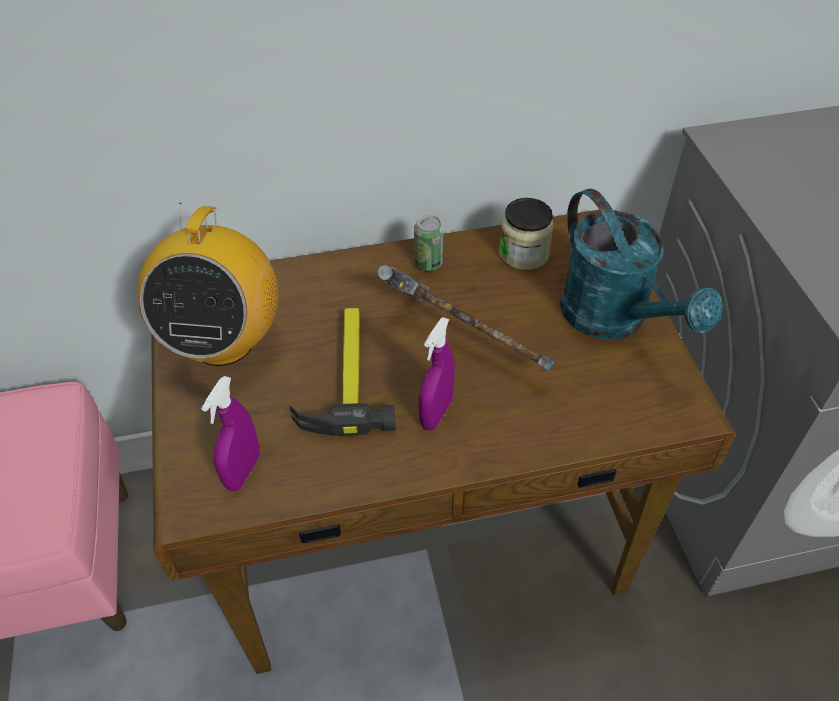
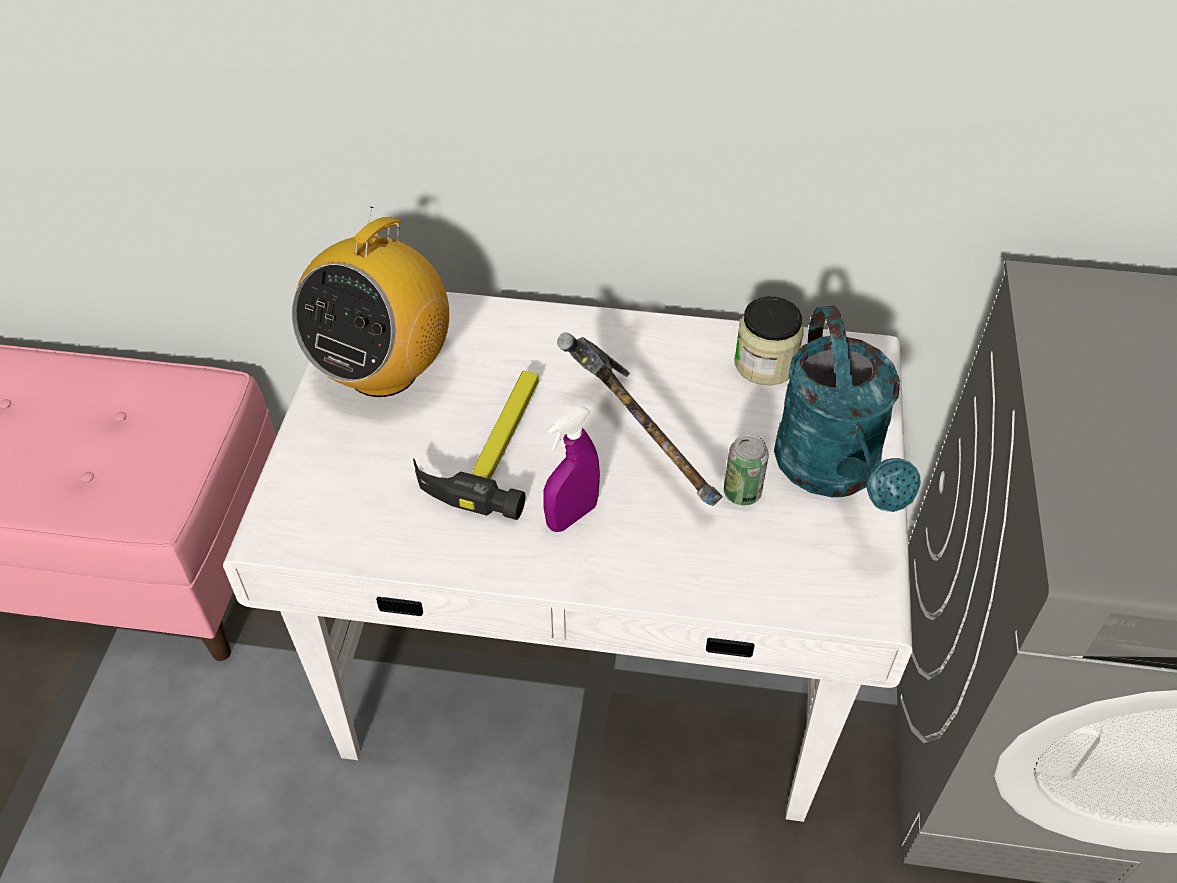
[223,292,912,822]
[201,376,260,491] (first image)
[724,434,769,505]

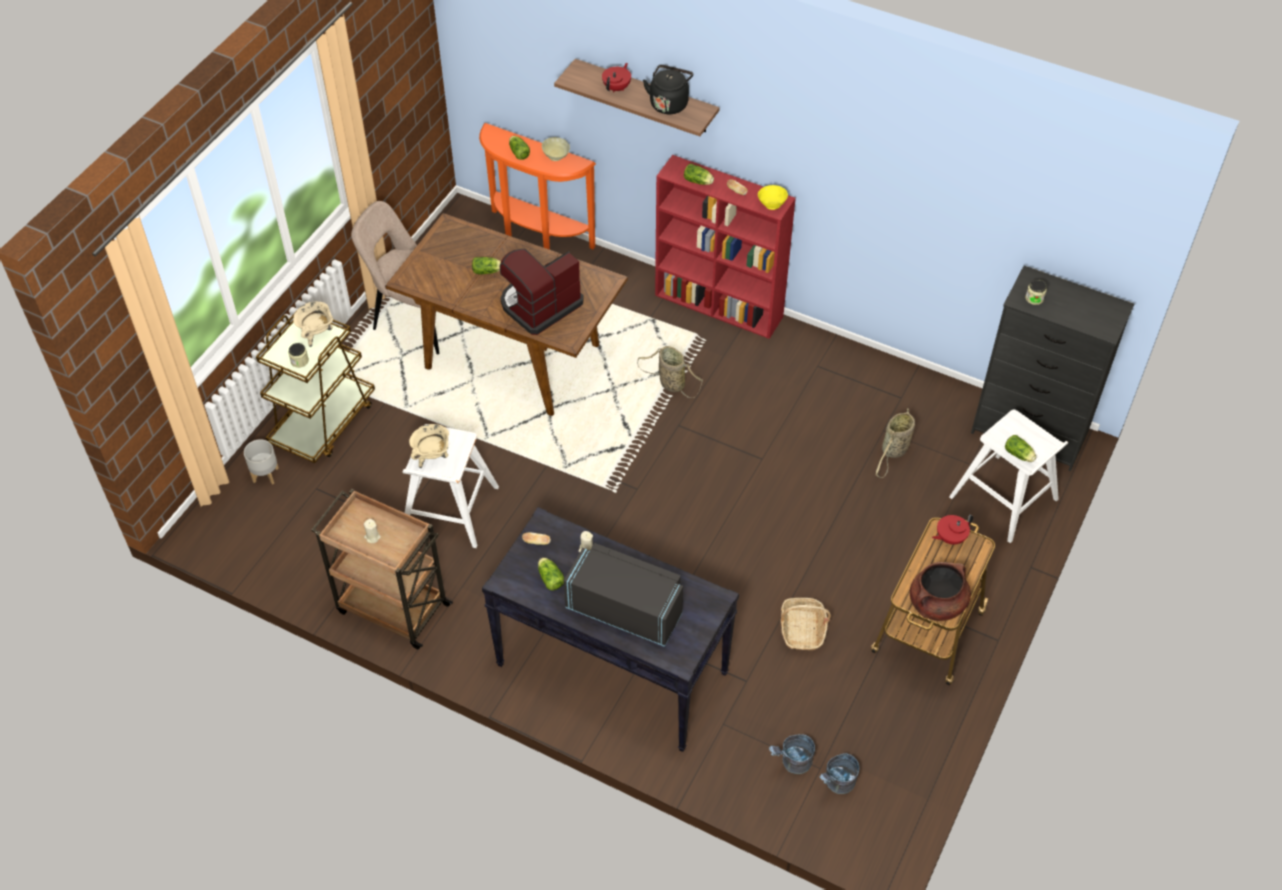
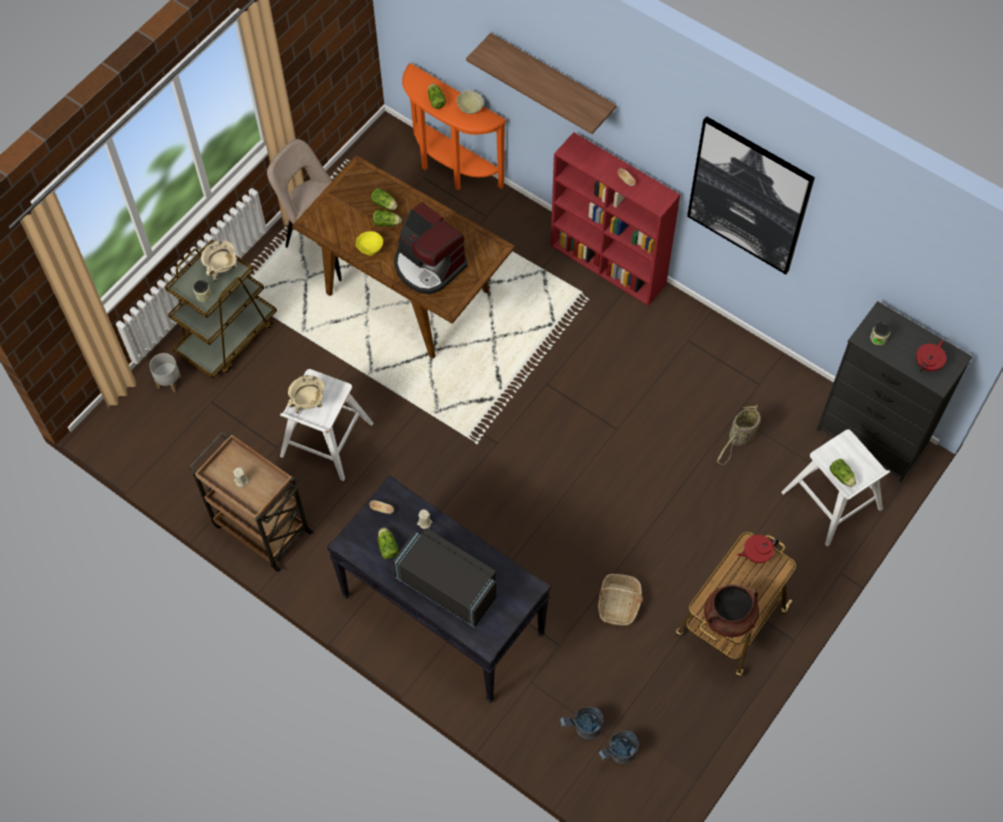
[394,201,467,294]
[916,340,946,372]
[637,346,703,398] (first image)
[643,65,693,114] (first image)
[371,188,397,210]
[356,231,383,256]
[687,116,815,275]

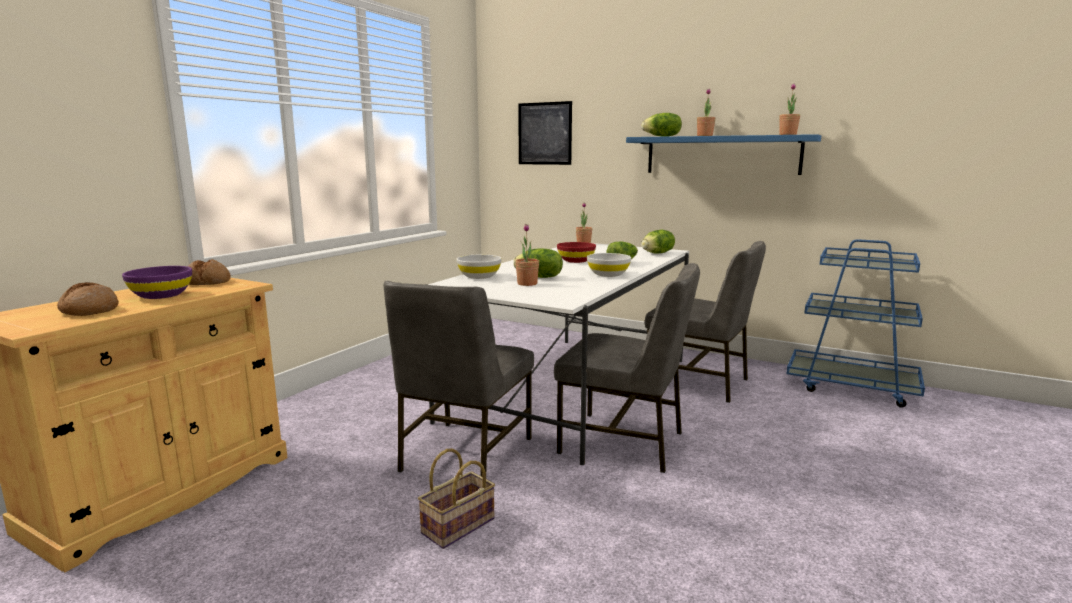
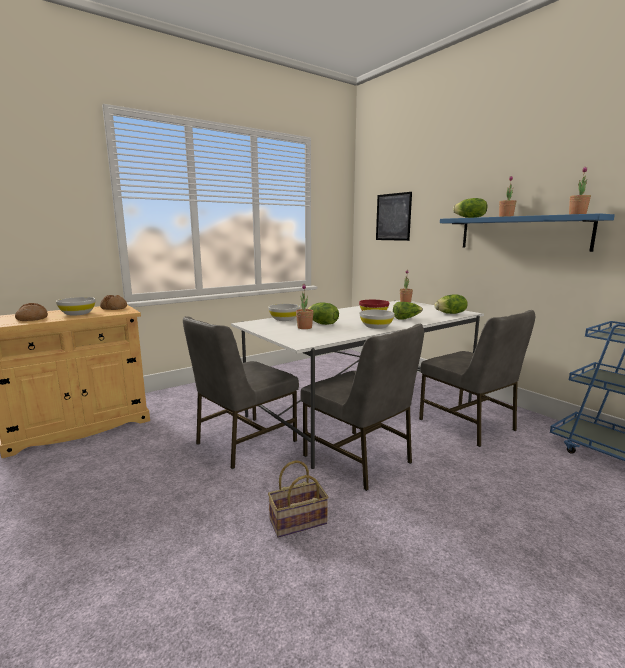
[56,297,95,316]
[268,460,329,538]

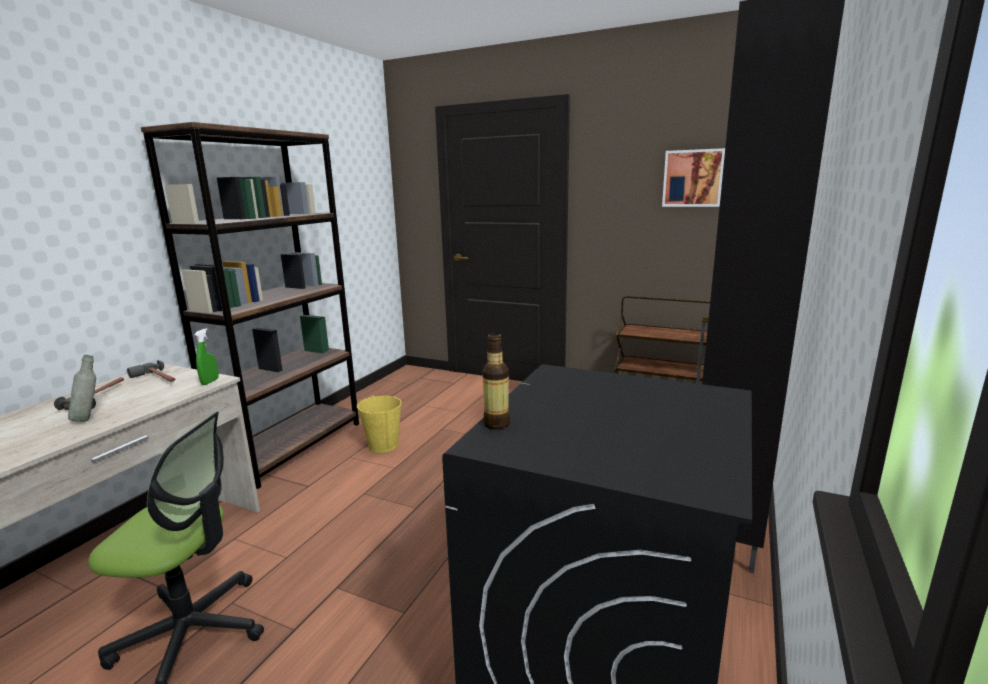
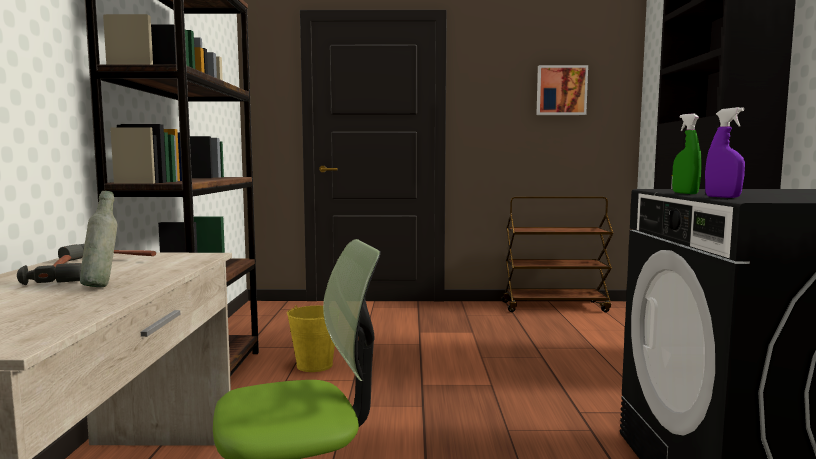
[672,113,702,194]
[705,107,745,198]

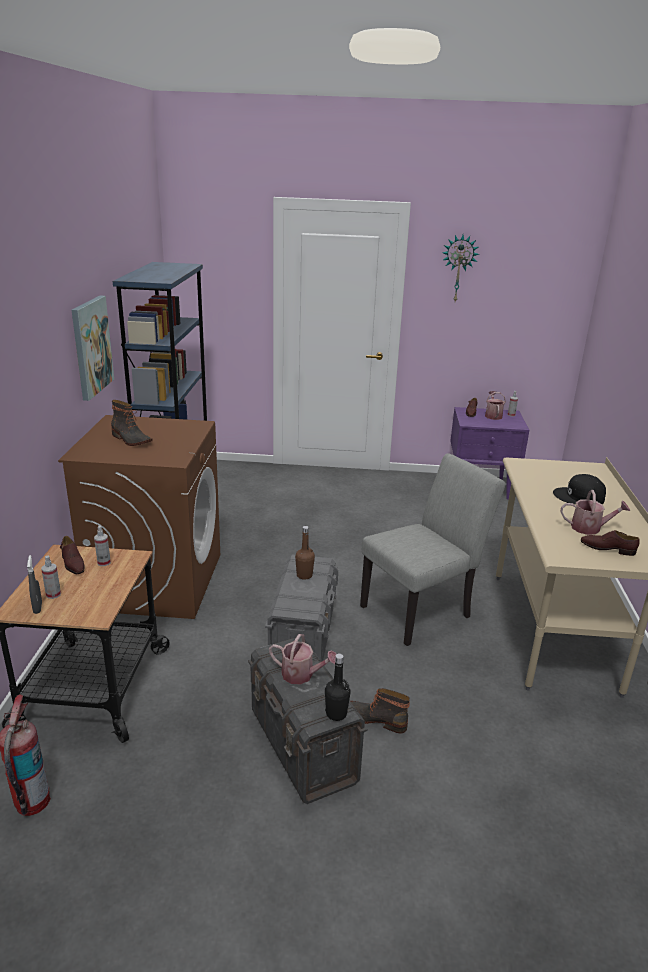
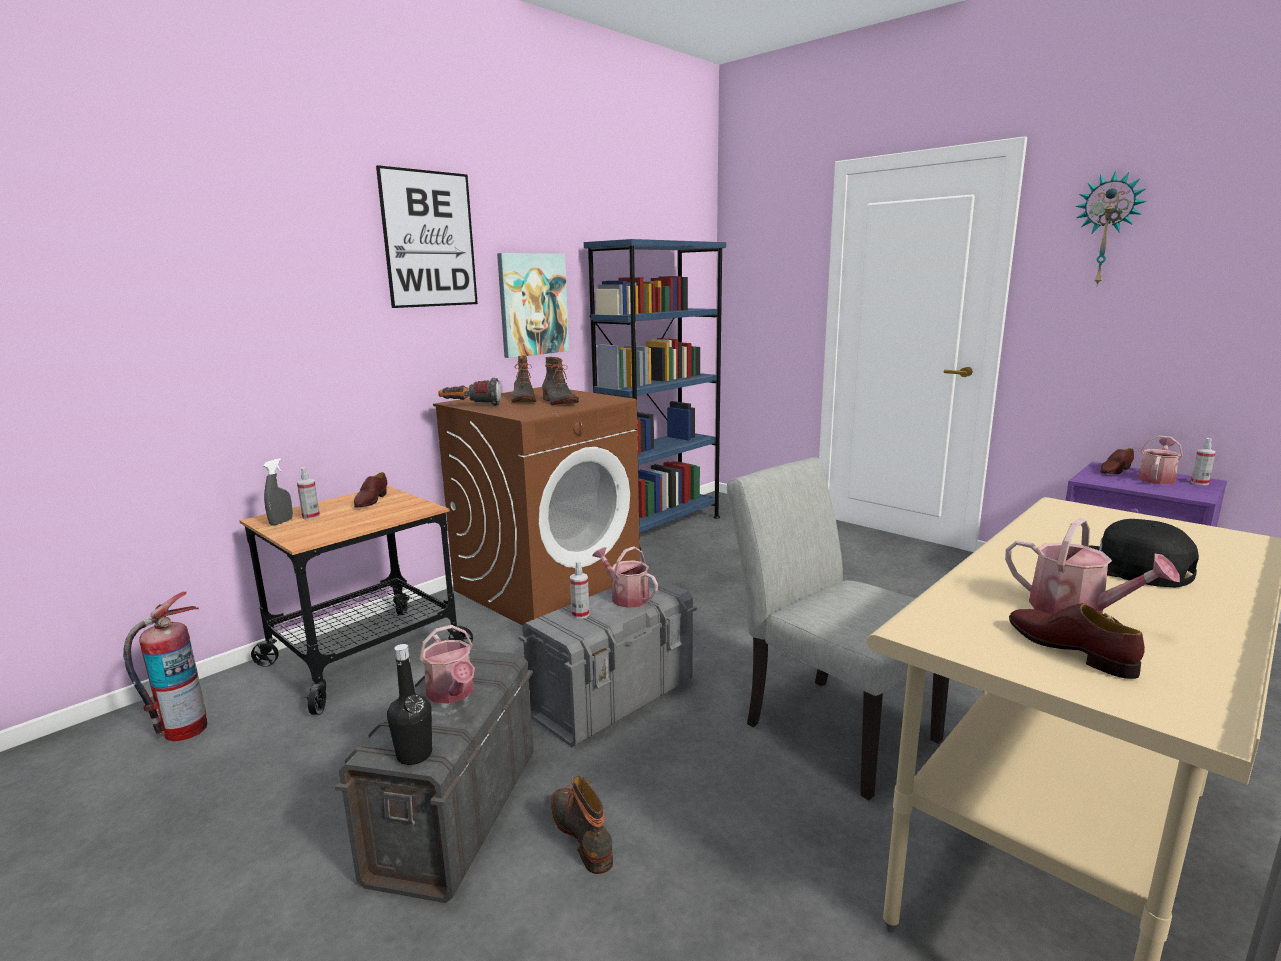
[570,561,589,619]
[593,546,658,608]
[727,457,949,801]
[376,165,478,308]
[438,378,501,406]
[542,357,579,405]

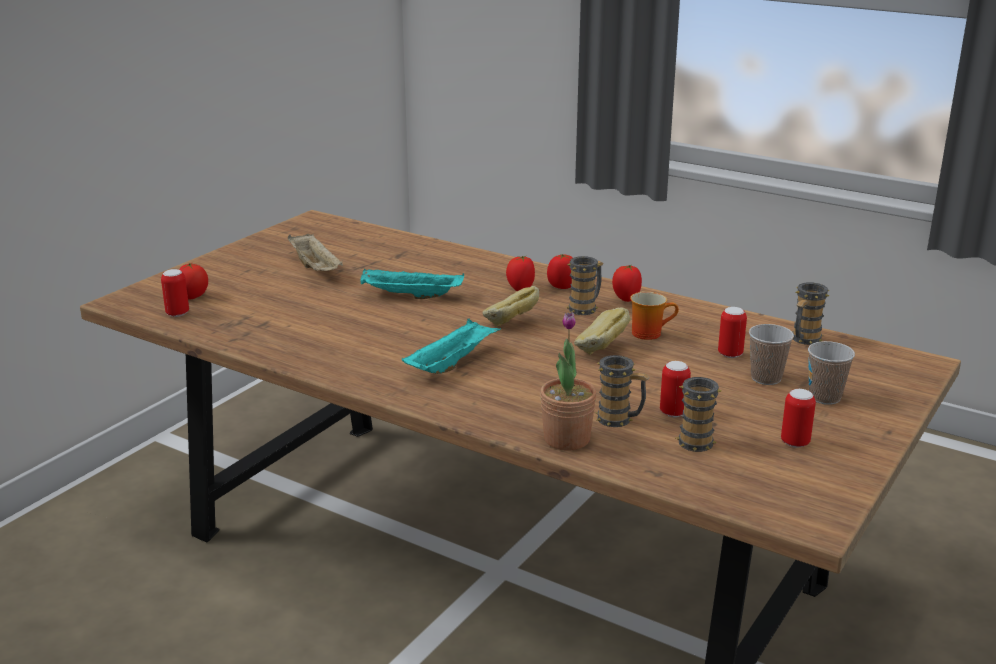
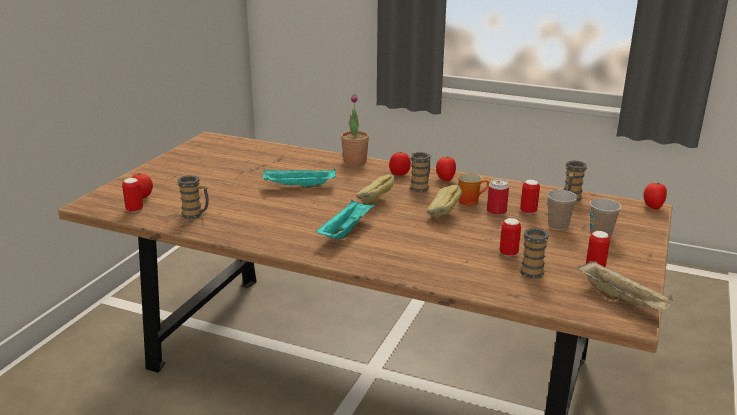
[577,261,673,311]
[644,183,667,209]
[341,94,369,166]
[177,175,209,219]
[487,179,509,215]

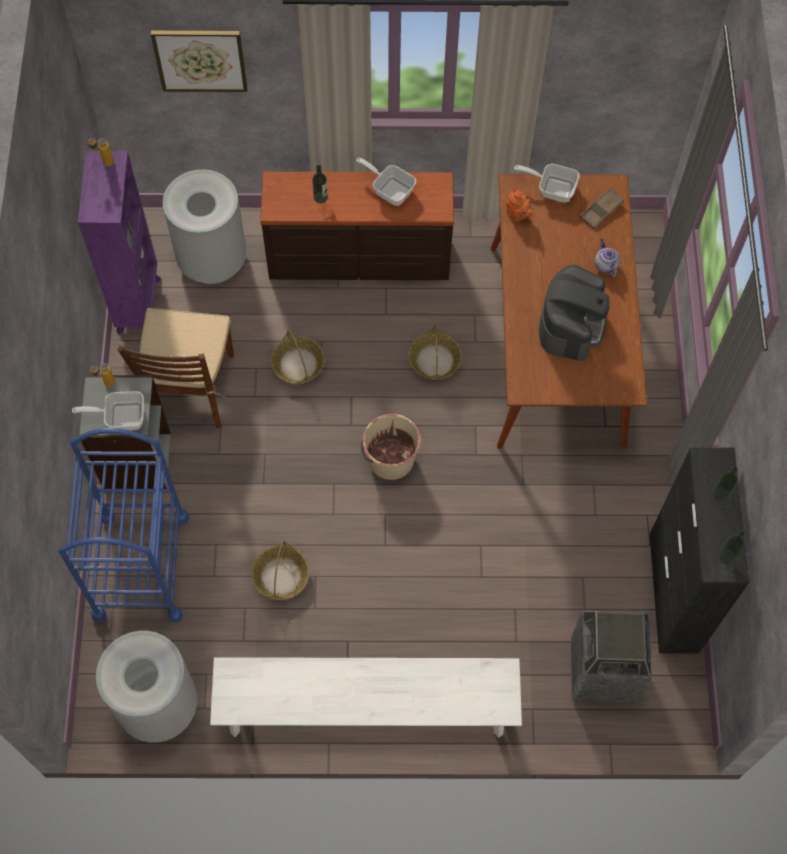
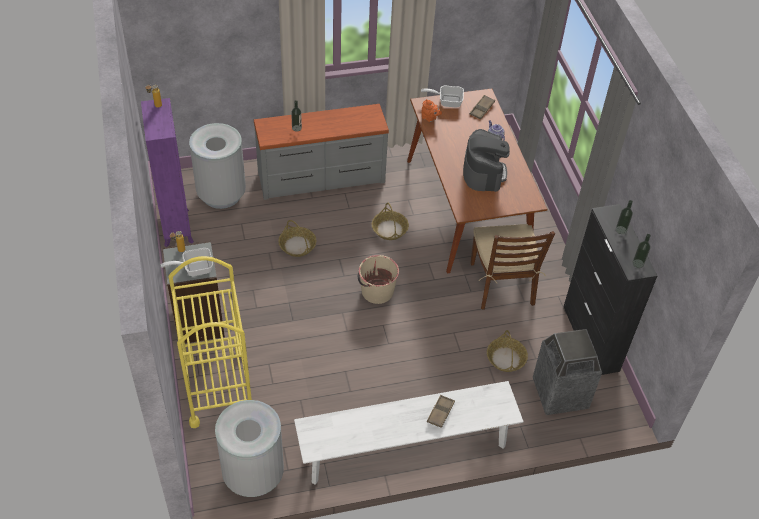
[169,256,252,428]
[471,224,555,310]
[151,31,247,92] (first image)
[487,330,528,372]
[254,104,389,200]
[356,158,416,206] (first image)
[427,395,455,428]

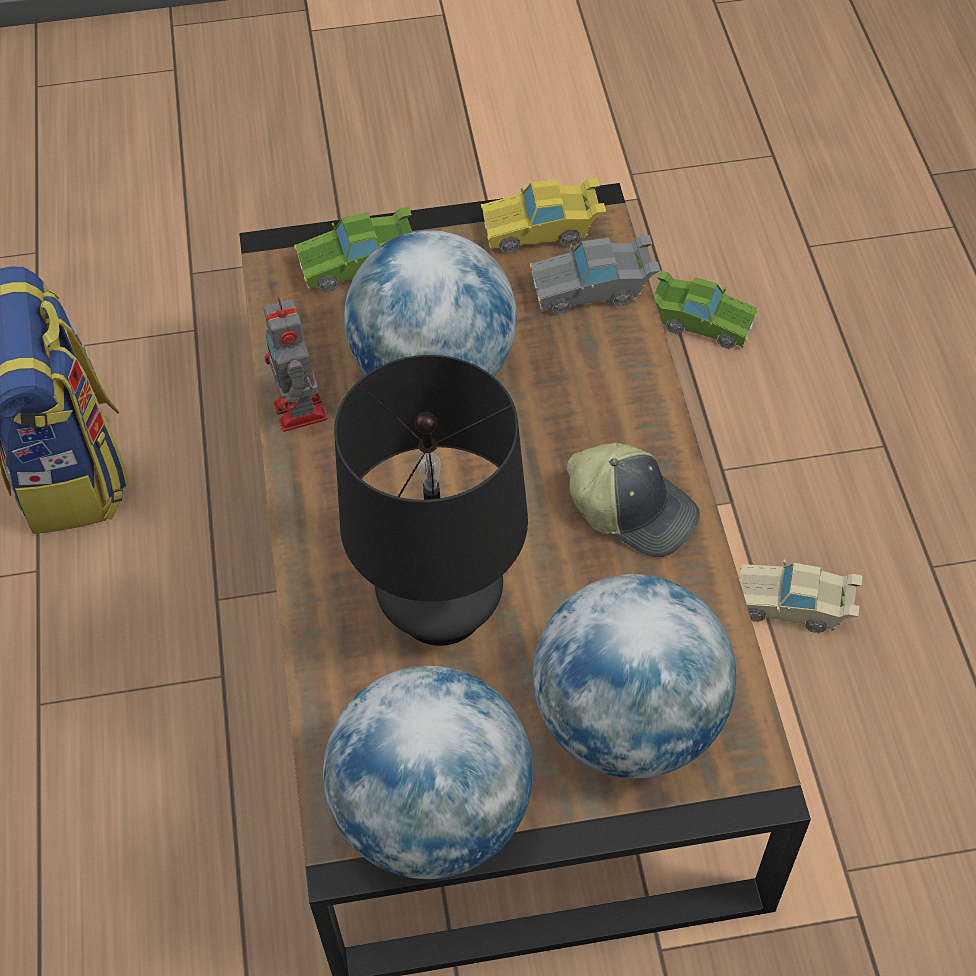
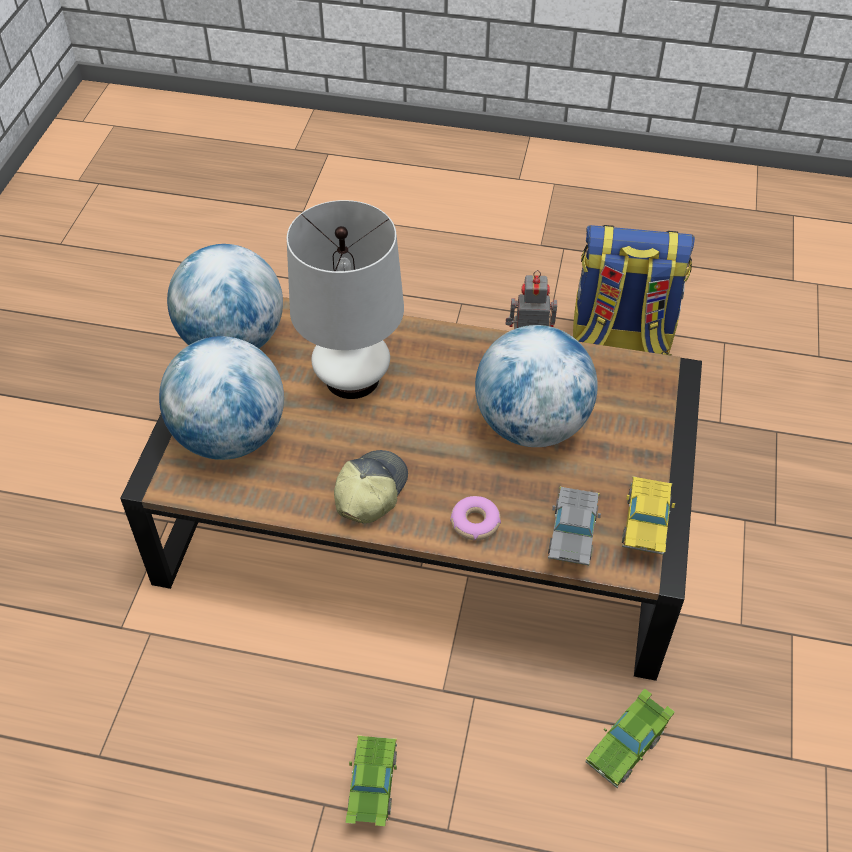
[345,735,397,826]
[287,200,404,399]
[334,450,408,524]
[739,560,862,633] (first image)
[450,496,501,540]

